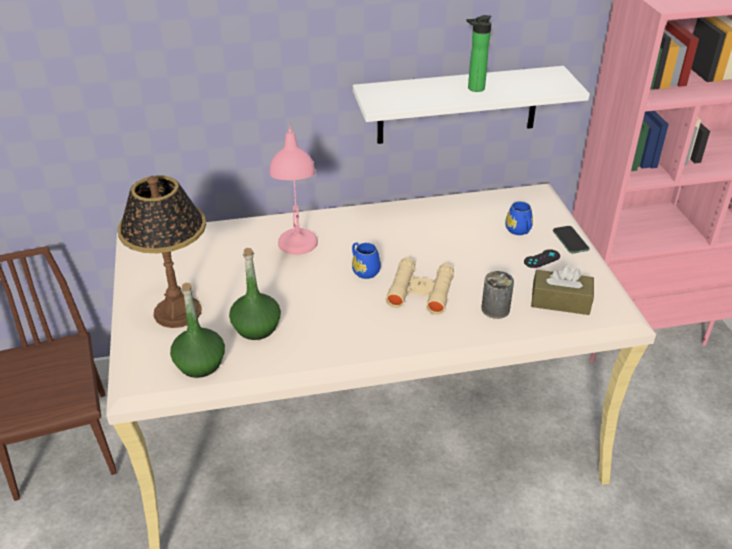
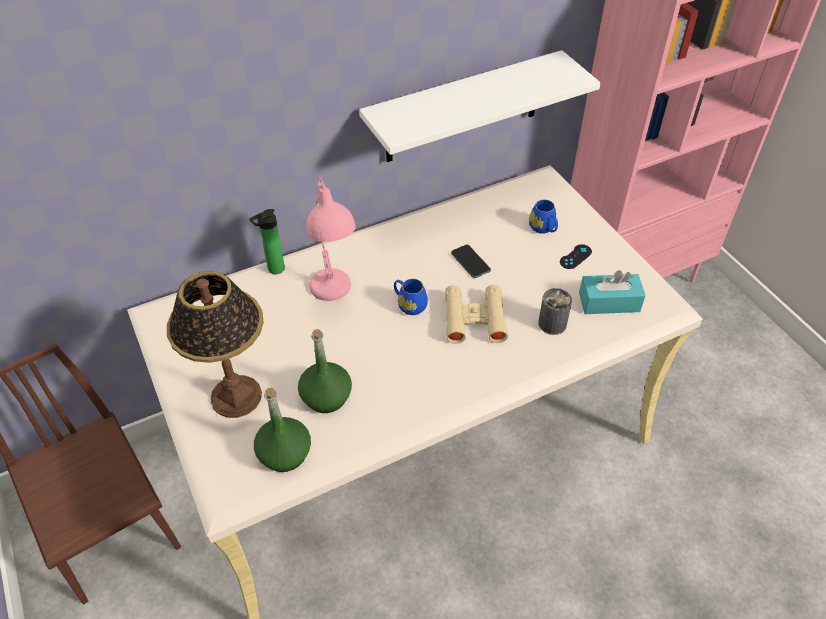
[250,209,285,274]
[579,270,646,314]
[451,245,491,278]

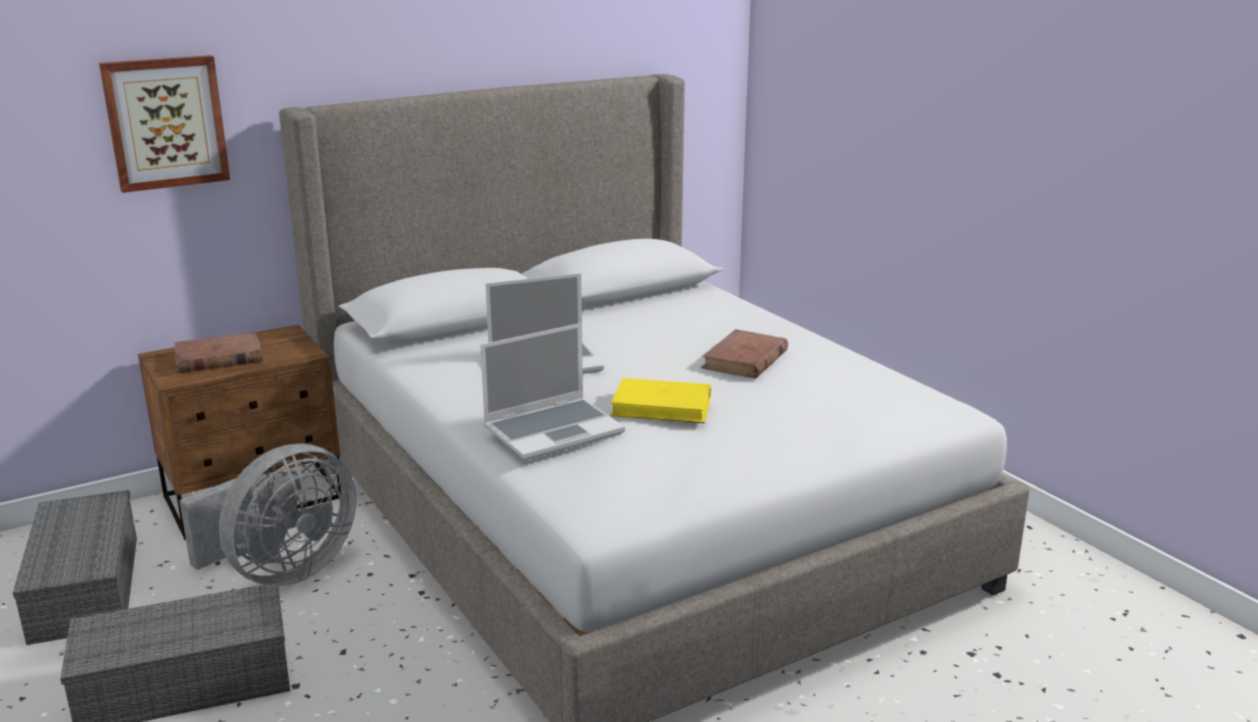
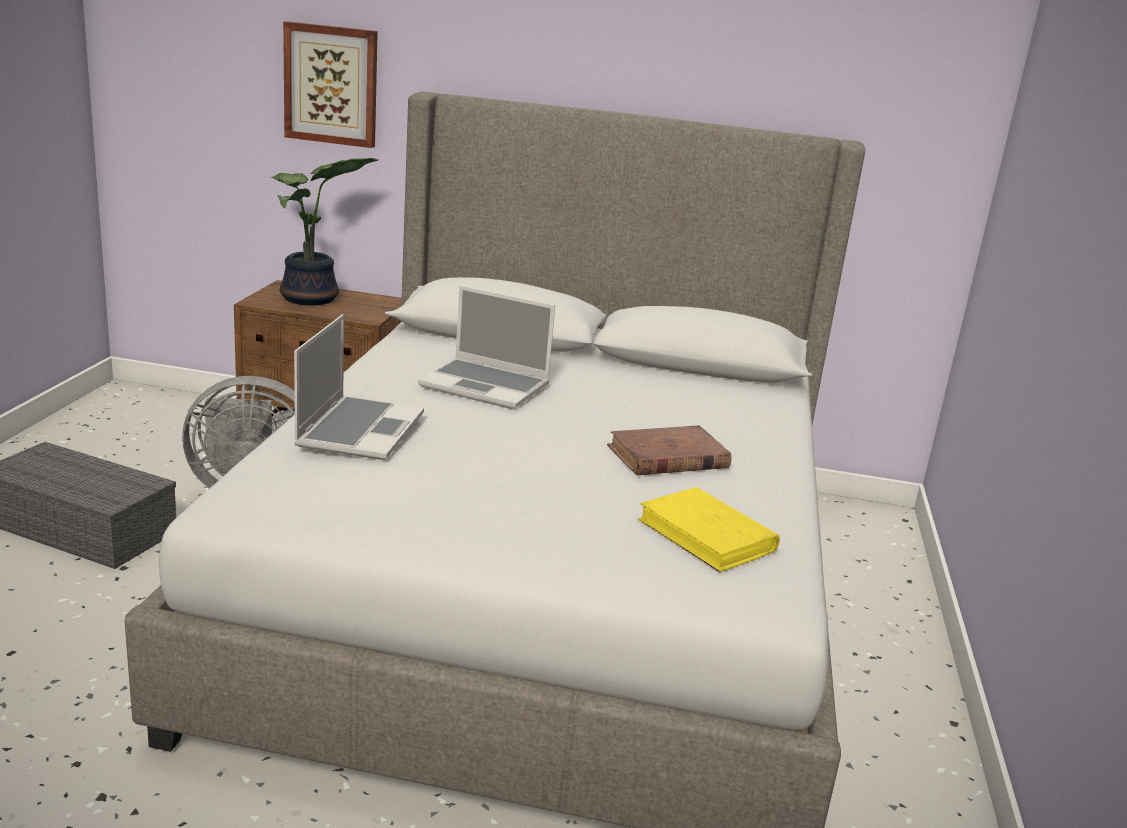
[13,490,137,645] (first image)
[270,158,378,305]
[294,314,424,460]
[638,487,780,572]

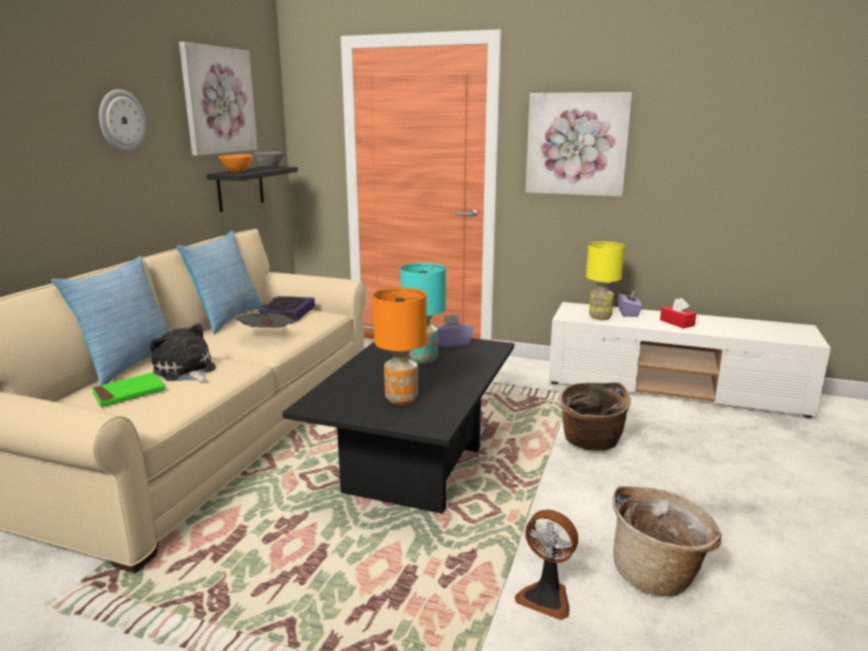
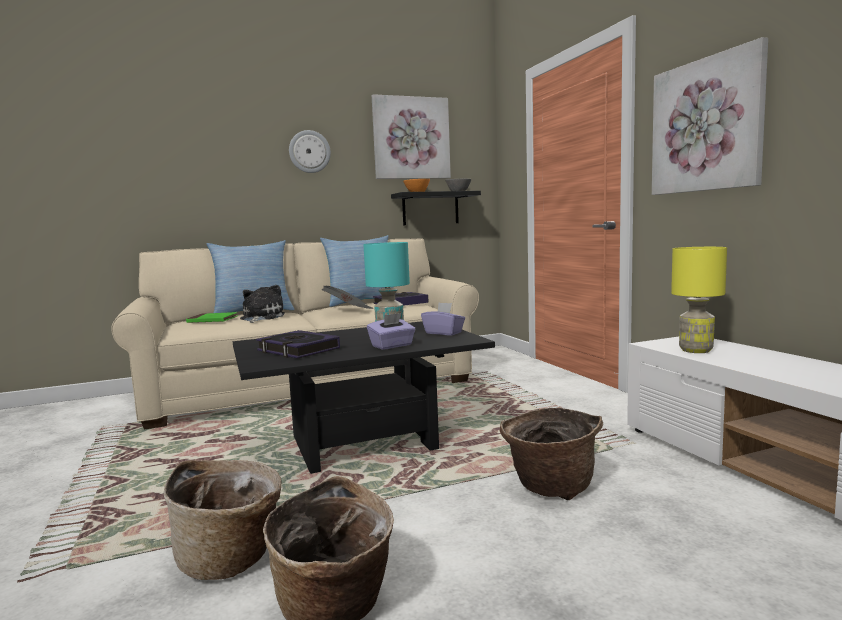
[256,330,340,358]
[164,460,281,580]
[367,313,416,350]
[660,298,696,329] (first image)

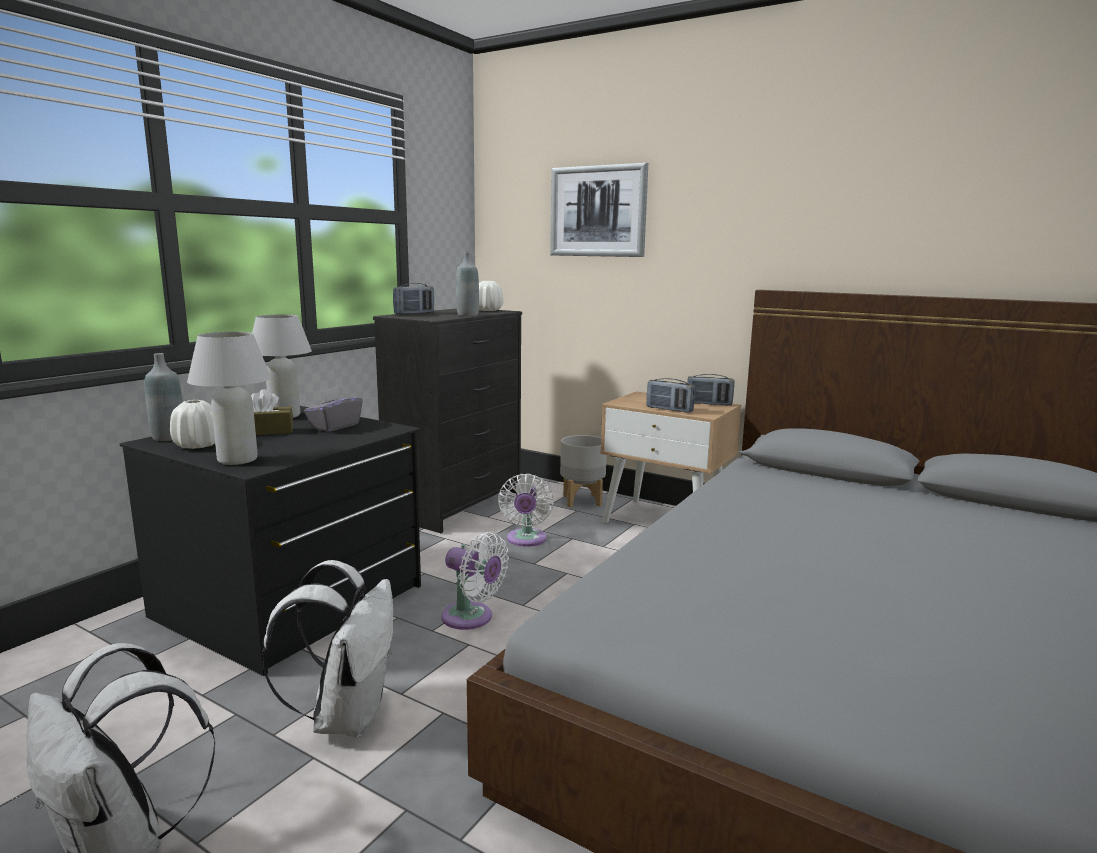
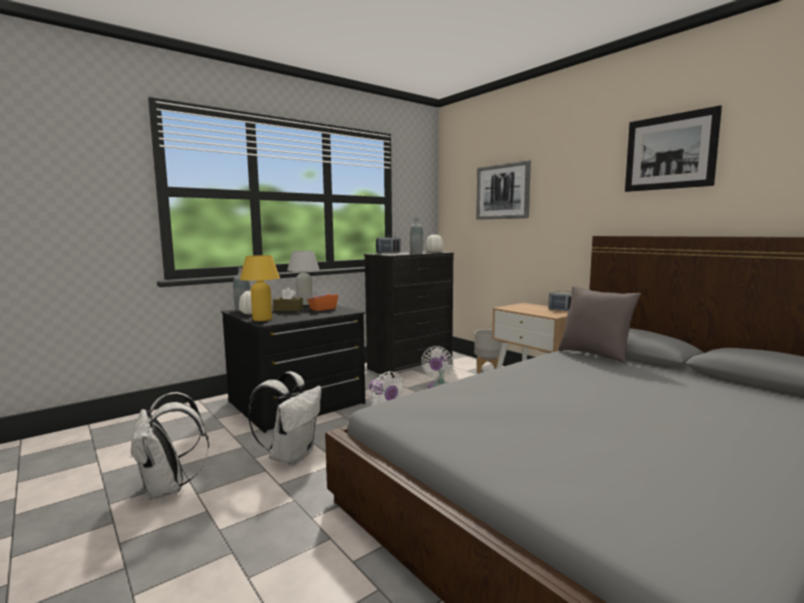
[240,255,280,321]
[307,288,338,311]
[646,378,695,413] (first image)
[558,286,641,364]
[625,105,722,192]

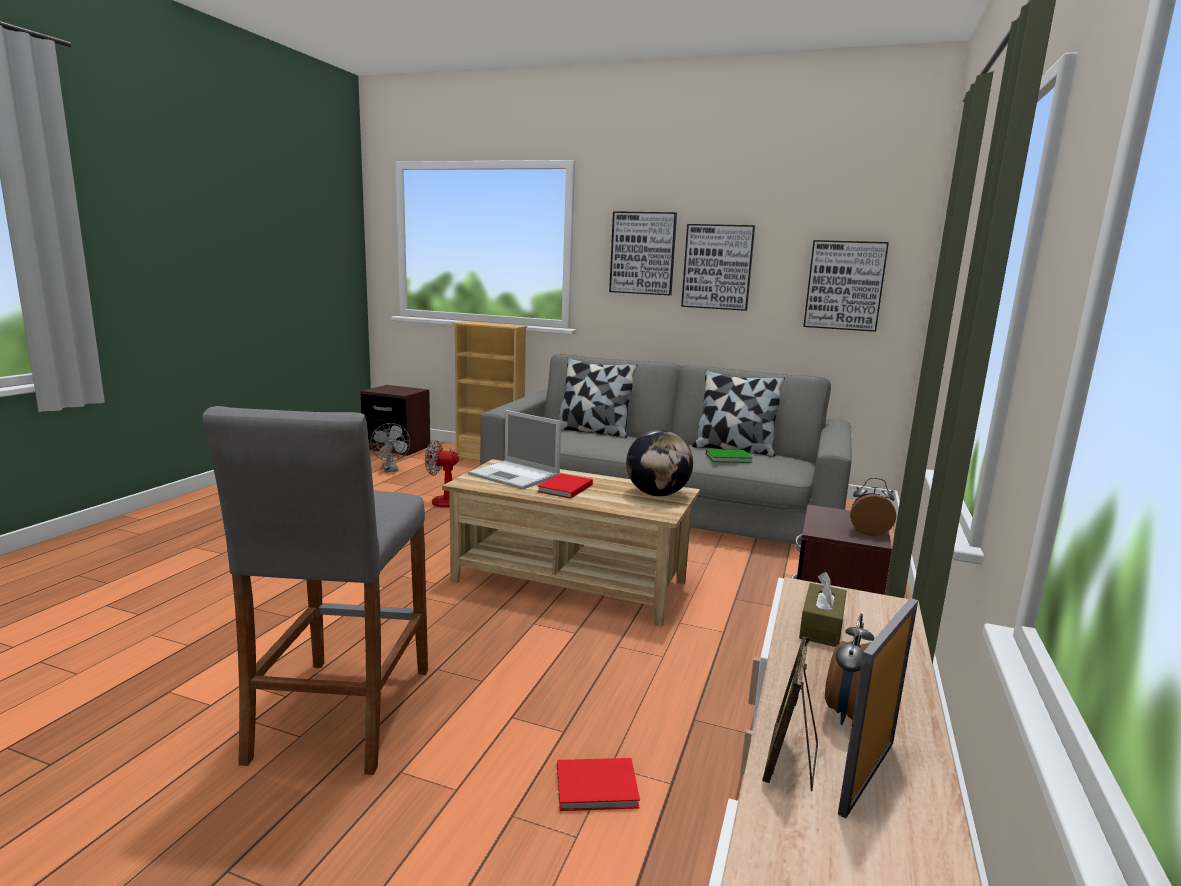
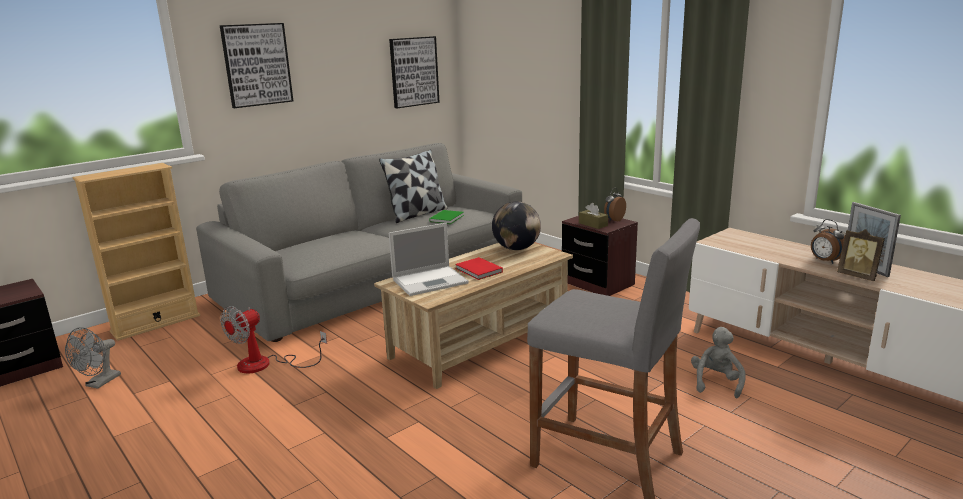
[65,327,121,389]
[691,327,746,398]
[559,357,638,438] (first image)
[681,224,755,311] (first image)
[579,203,608,229]

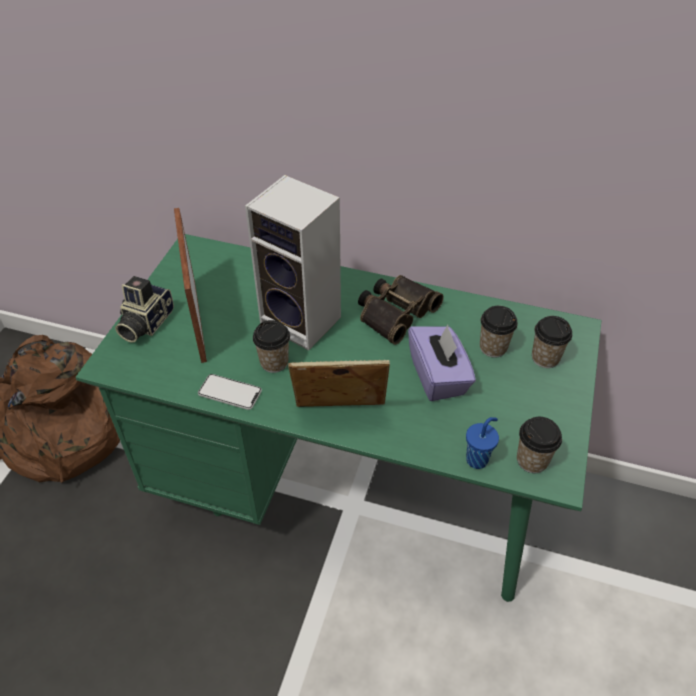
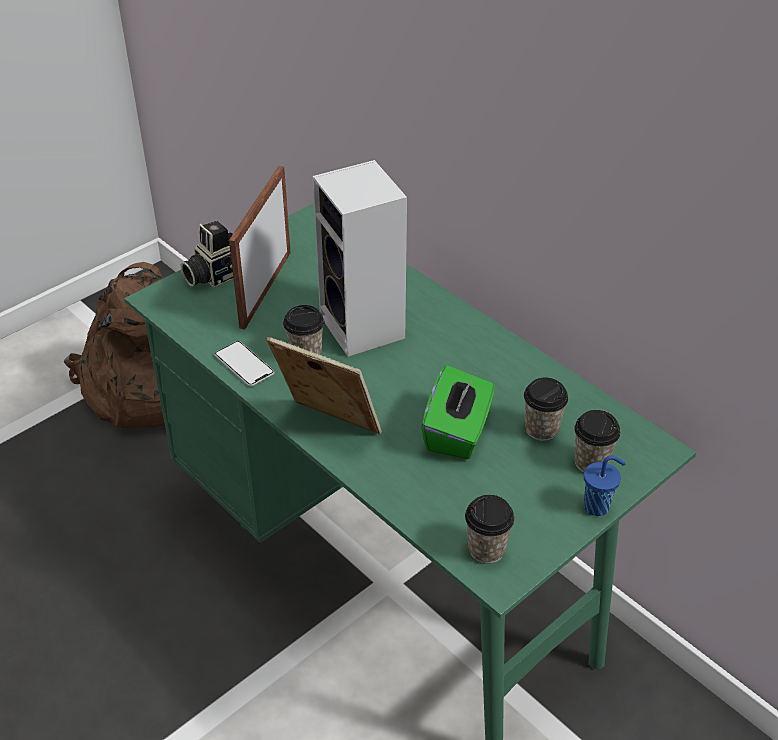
[358,275,444,345] (first image)
[421,365,495,459]
[584,455,626,516]

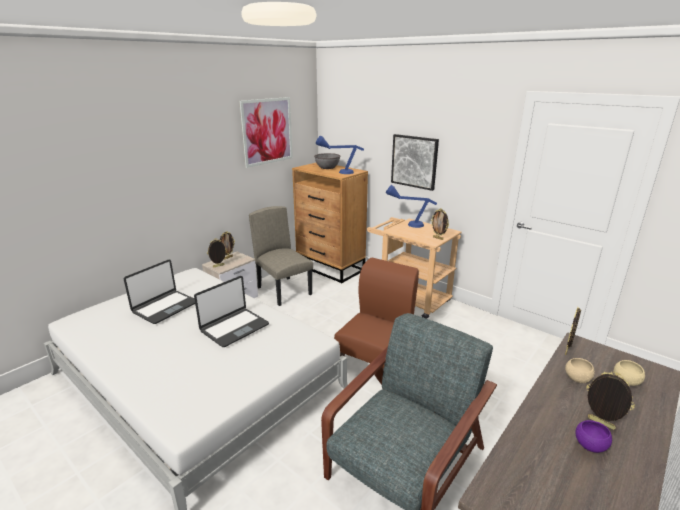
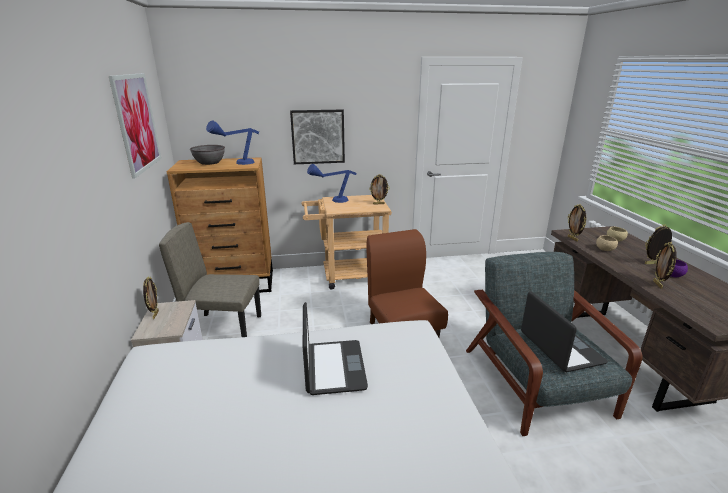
[521,291,608,372]
[653,242,677,289]

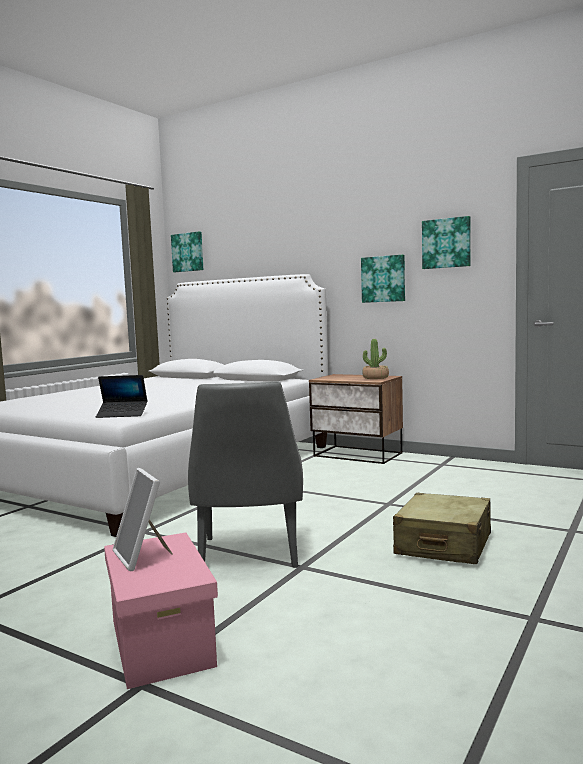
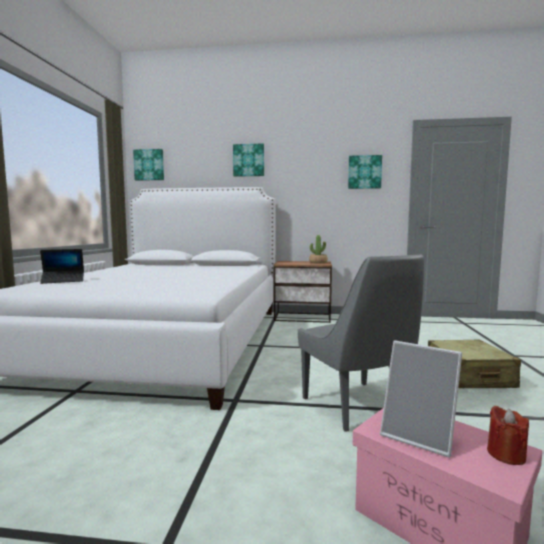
[40,249,84,284]
[233,143,264,177]
[487,406,529,465]

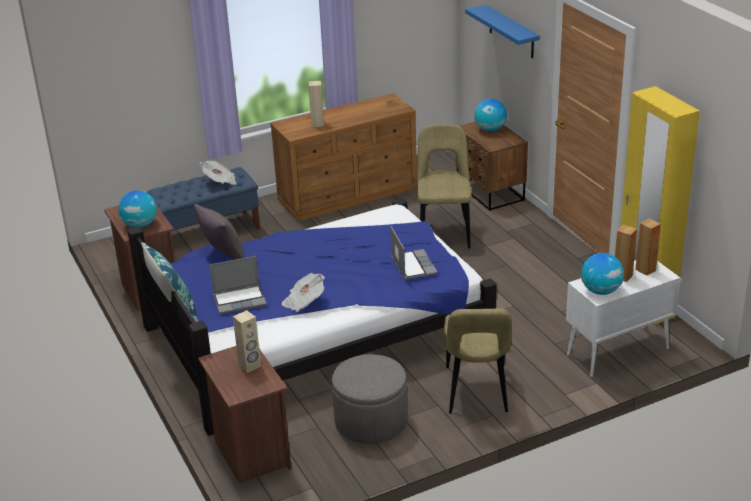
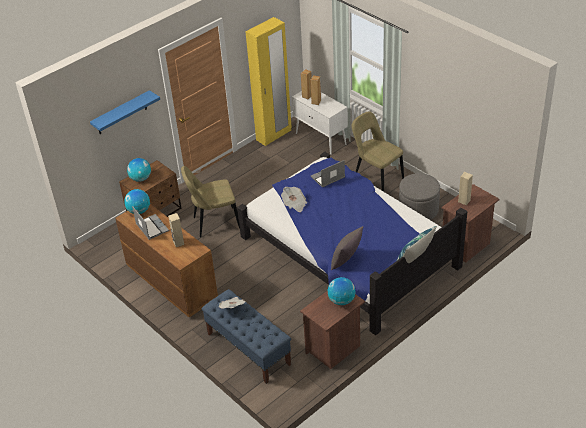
[132,206,169,240]
[281,187,308,212]
[351,111,404,192]
[124,189,150,214]

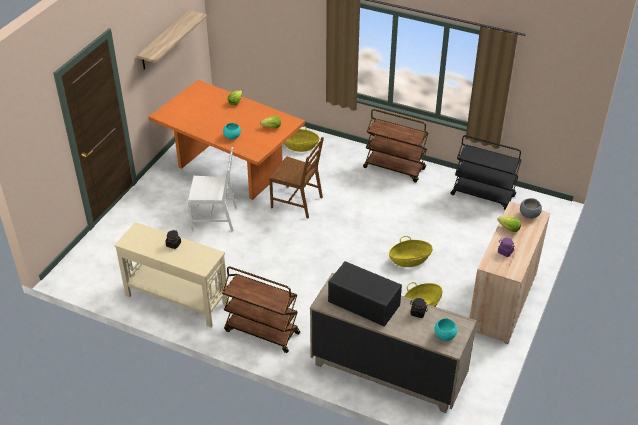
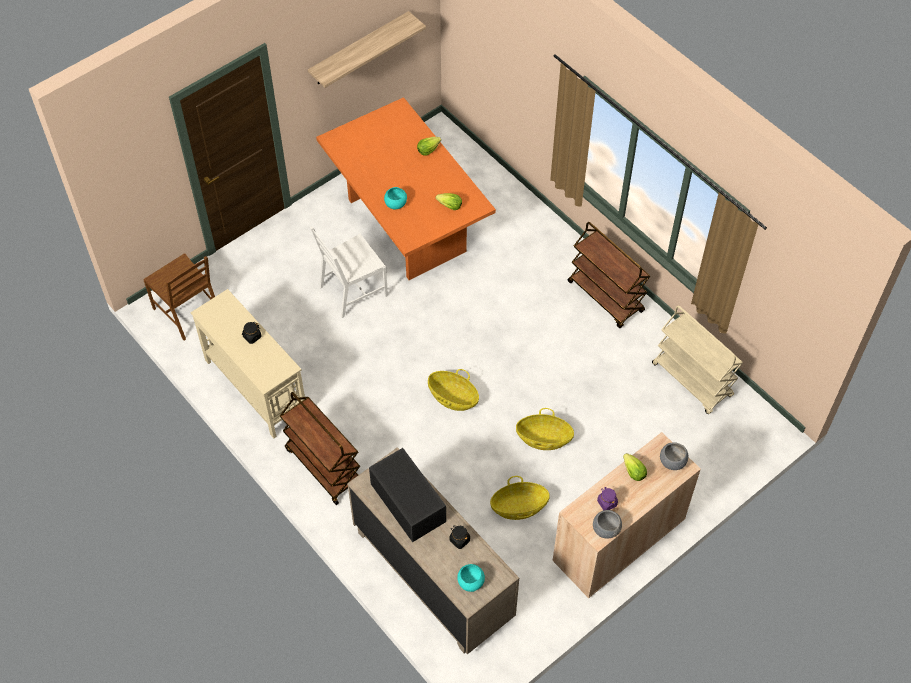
[310,226,388,318]
[144,253,215,341]
[428,369,479,411]
[652,305,743,414]
[593,510,622,539]

